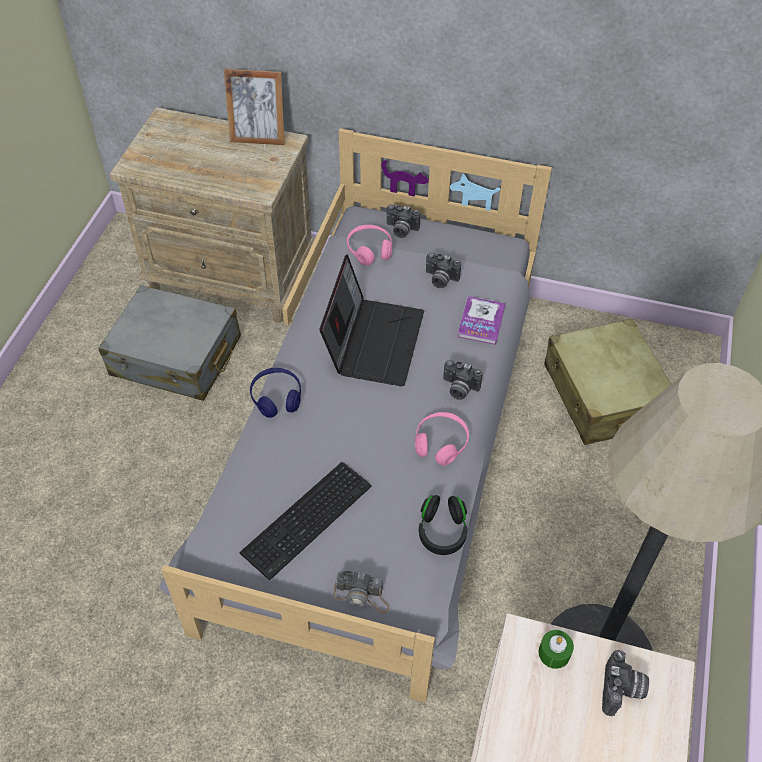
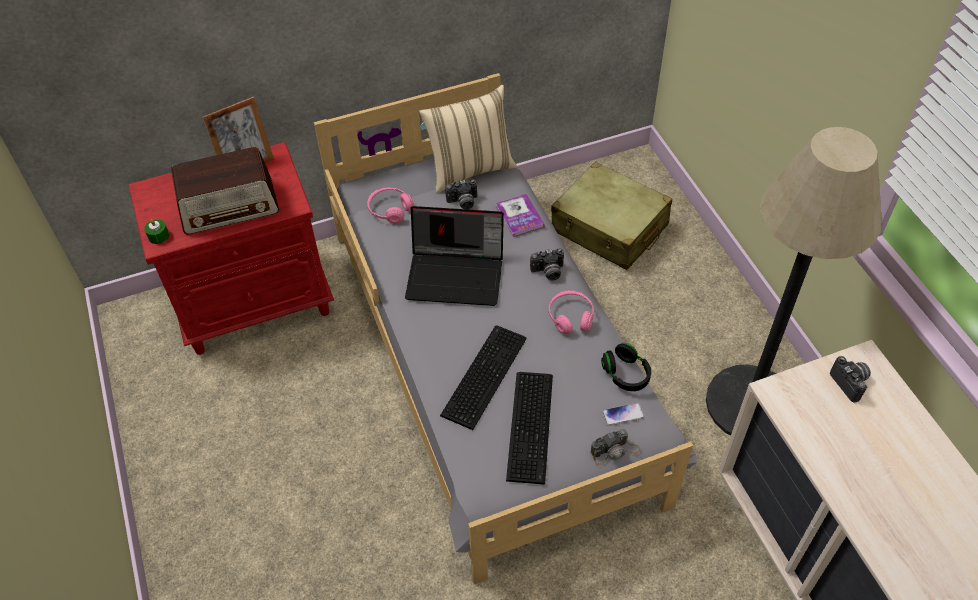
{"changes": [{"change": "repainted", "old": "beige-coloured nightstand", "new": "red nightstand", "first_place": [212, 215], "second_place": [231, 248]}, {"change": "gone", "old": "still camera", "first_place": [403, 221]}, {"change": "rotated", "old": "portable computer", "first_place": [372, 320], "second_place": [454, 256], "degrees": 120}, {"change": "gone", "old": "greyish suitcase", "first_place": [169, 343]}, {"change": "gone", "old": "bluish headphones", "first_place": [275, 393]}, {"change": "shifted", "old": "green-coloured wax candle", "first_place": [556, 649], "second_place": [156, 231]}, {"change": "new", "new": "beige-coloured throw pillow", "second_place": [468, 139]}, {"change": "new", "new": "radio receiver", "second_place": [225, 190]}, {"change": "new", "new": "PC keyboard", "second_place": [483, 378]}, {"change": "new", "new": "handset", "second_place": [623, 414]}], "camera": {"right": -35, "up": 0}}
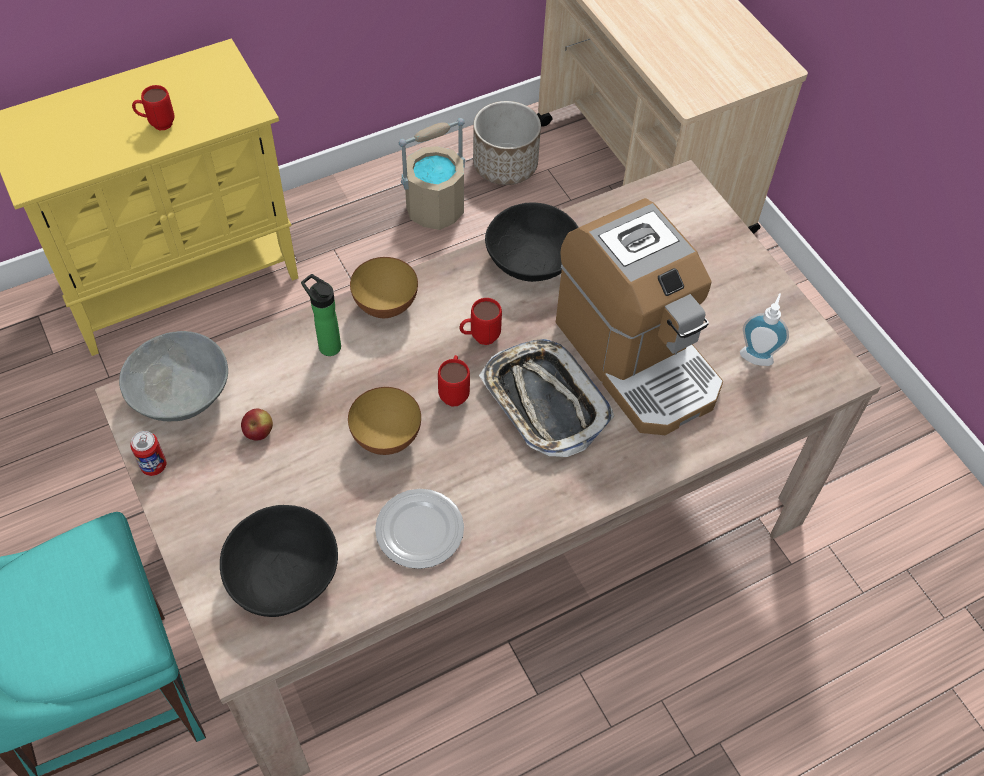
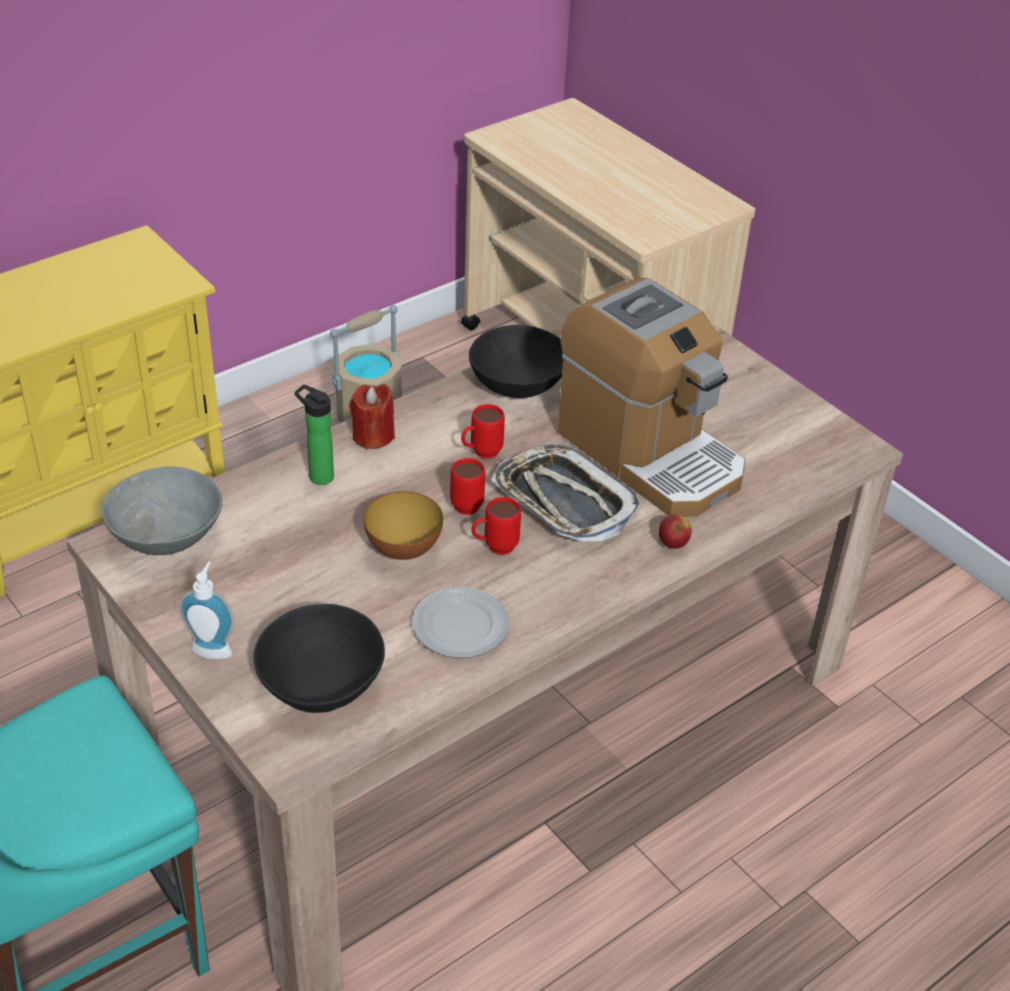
{"changes": [{"change": "shifted", "old": "red mug", "first_place": [153, 107], "second_place": [496, 526]}, {"change": "gone", "old": "planter", "first_place": [507, 143]}, {"change": "swapped", "old": "serving bowl", "new": "red wax candle", "first_place": [384, 287], "second_place": [372, 416]}, {"change": "shifted", "old": "soap bottle", "first_place": [764, 329], "second_place": [206, 610]}, {"change": "shifted", "old": "apple", "first_place": [257, 425], "second_place": [675, 531]}, {"change": "gone", "old": "sealed can", "first_place": [148, 453]}], "camera": {"right": -10, "up": -15}}
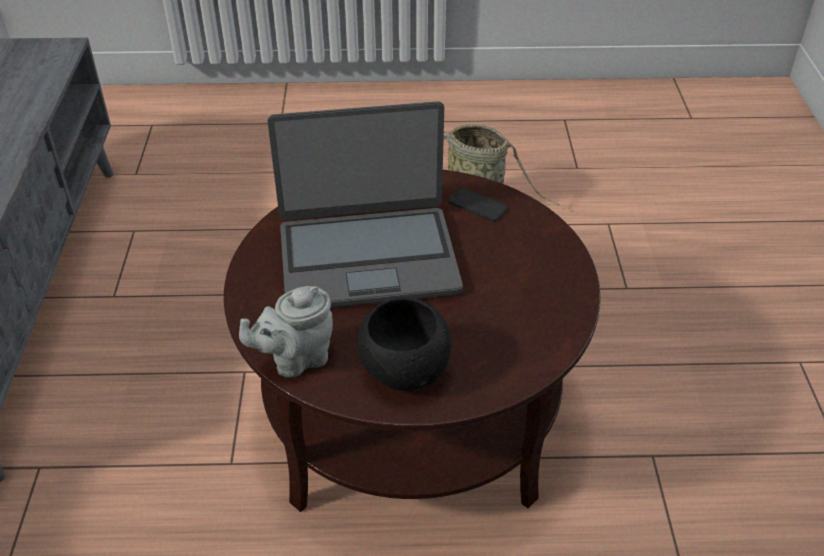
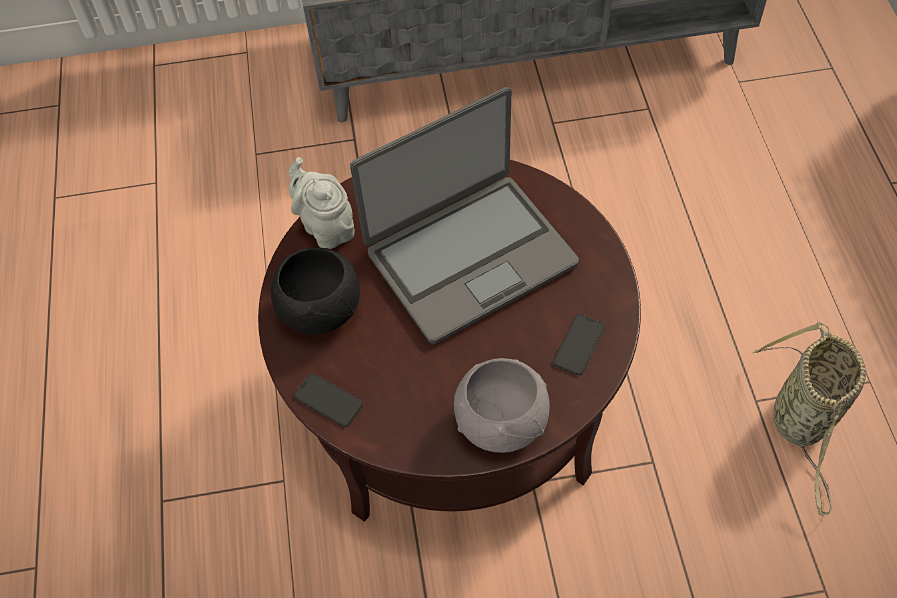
{"changes": [{"change": "rotated", "old": "portable computer", "first_place": [365, 204], "second_place": [464, 215], "degrees": -105}, {"change": "new", "new": "greyish serving bowl", "second_place": [502, 405]}, {"change": "new", "new": "handset", "second_place": [328, 400]}], "camera": {"right": 85, "up": 15}}
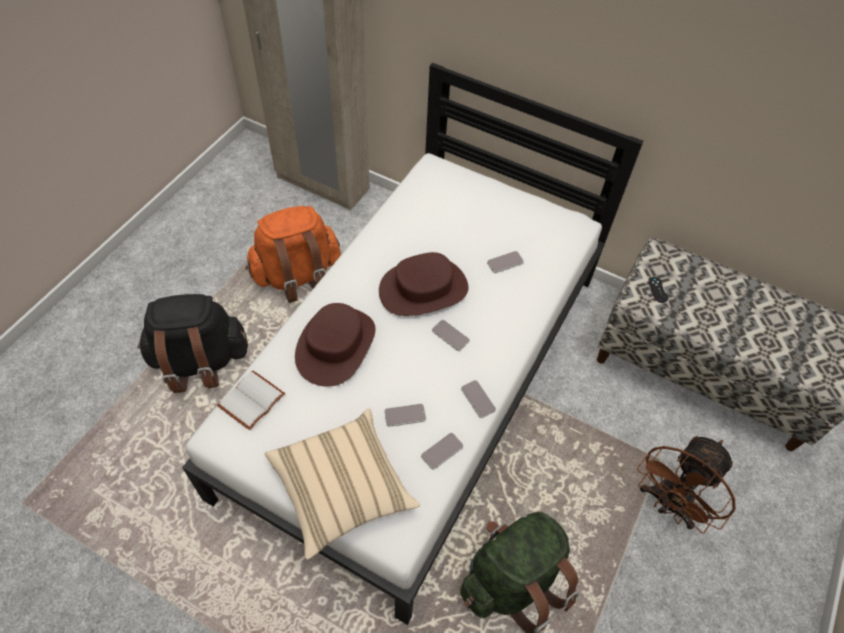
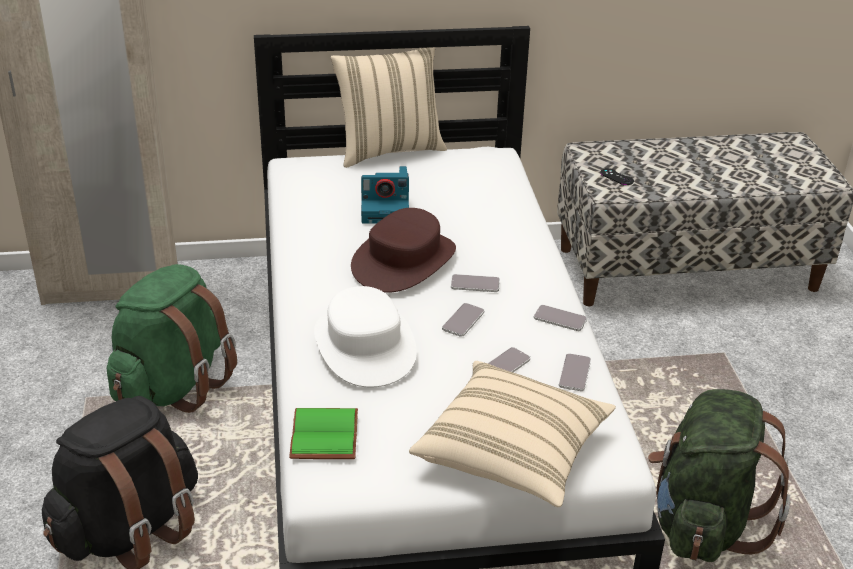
{"changes": [{"change": "repainted", "old": "orange backpack", "new": "green-coloured backpack", "first_place": [293, 254], "second_place": [172, 338]}, {"change": "shifted", "old": "handset", "first_place": [505, 262], "second_place": [463, 320]}, {"change": "repainted", "old": "brown-coloured wearable hat", "new": "white wearable hat", "first_place": [335, 345], "second_place": [365, 336]}, {"change": "repainted", "old": "white book", "new": "green-coloured book", "first_place": [251, 400], "second_place": [323, 433]}, {"change": "gone", "old": "brown-coloured electric fan", "first_place": [686, 484]}, {"change": "new", "new": "beige-coloured throw pillow", "second_place": [388, 107]}, {"change": "new", "new": "still camera", "second_place": [385, 194]}], "camera": {"right": -35, "up": -20}}
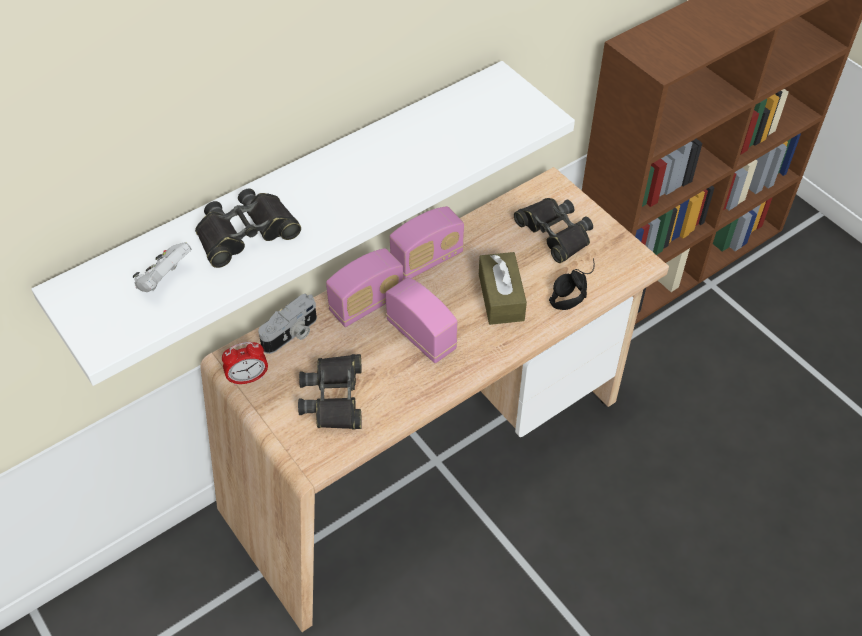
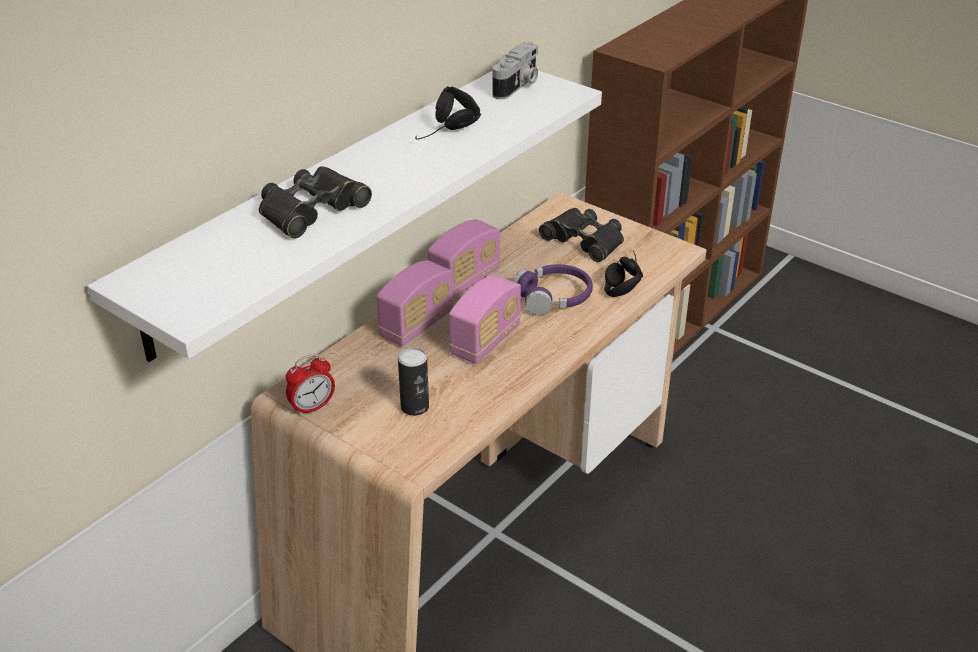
{"changes": [{"change": "gone", "old": "white joypad", "first_place": [162, 267]}, {"change": "swapped", "old": "brown-coloured tissue box", "new": "purple headphones", "first_place": [503, 288], "second_place": [553, 289]}, {"change": "rotated", "old": "radio receiver", "first_place": [422, 320], "second_place": [485, 319], "degrees": 90}, {"change": "shifted", "old": "still camera", "first_place": [287, 324], "second_place": [515, 70]}, {"change": "swapped", "old": "blackish binoculars", "new": "sealed can", "first_place": [330, 391], "second_place": [413, 382]}, {"change": "new", "new": "blackish headphones", "second_place": [448, 113]}], "camera": {"right": -15, "up": -15}}
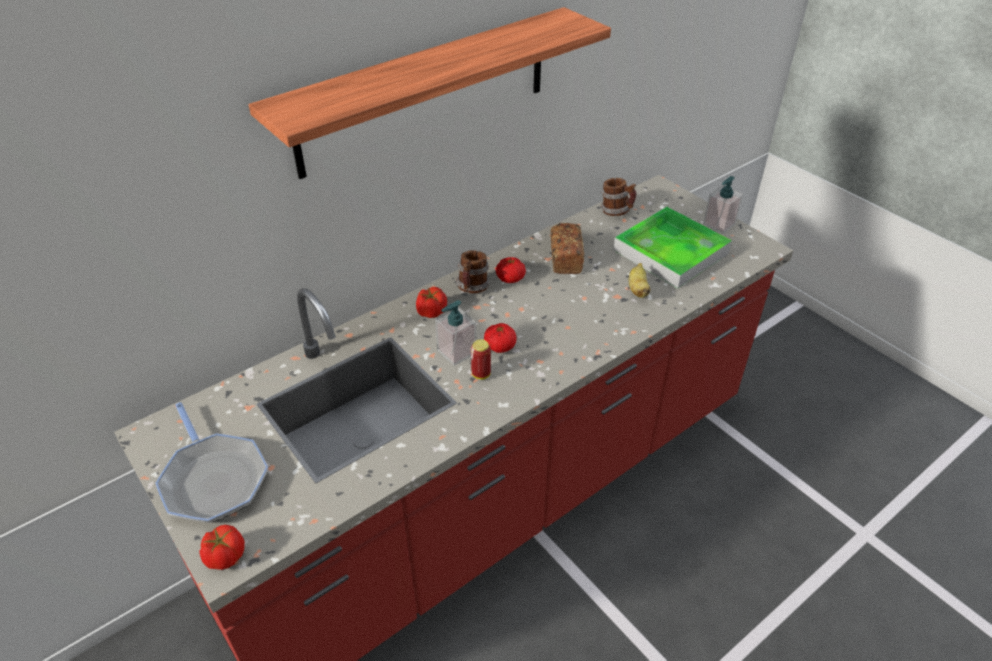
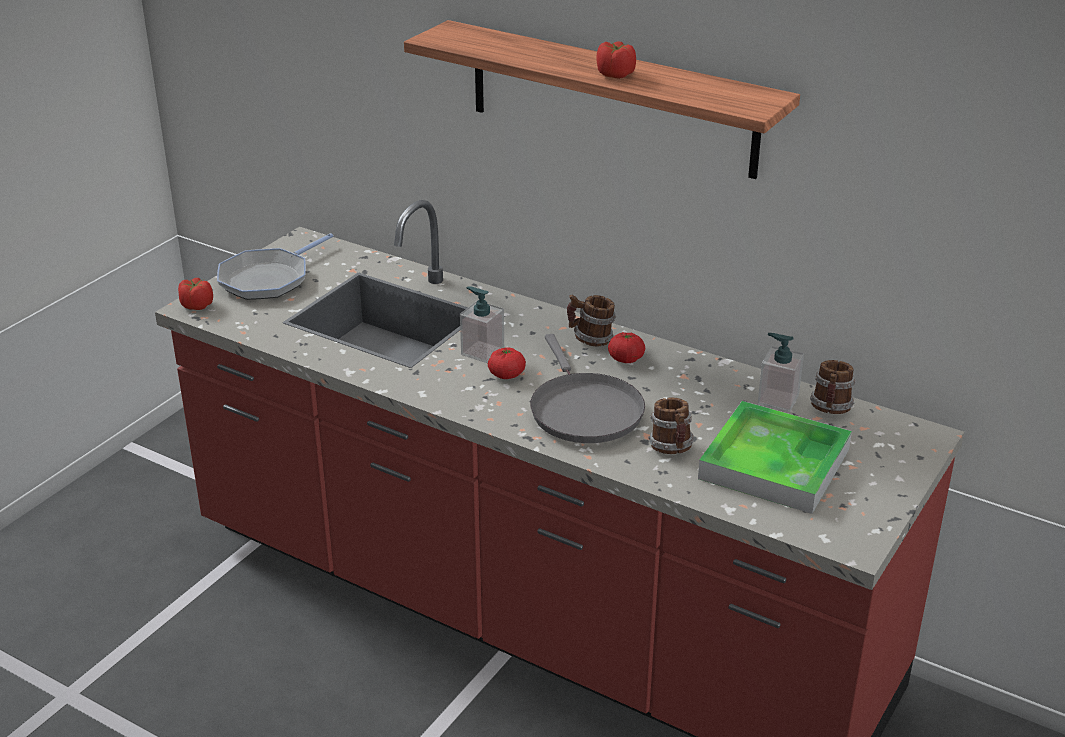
{"changes": [{"change": "shifted", "old": "soap bottle", "first_place": [723, 205], "second_place": [781, 372]}, {"change": "gone", "old": "bakery bread", "first_place": [568, 248]}, {"change": "swapped", "old": "banana", "new": "mug", "first_place": [639, 280], "second_place": [671, 425]}, {"change": "shifted", "old": "fresh tomato", "first_place": [431, 302], "second_place": [616, 60]}, {"change": "gone", "old": "sealed can", "first_place": [481, 359]}, {"change": "new", "new": "greyish frying pan", "second_place": [587, 388]}], "camera": {"right": 70, "up": -10}}
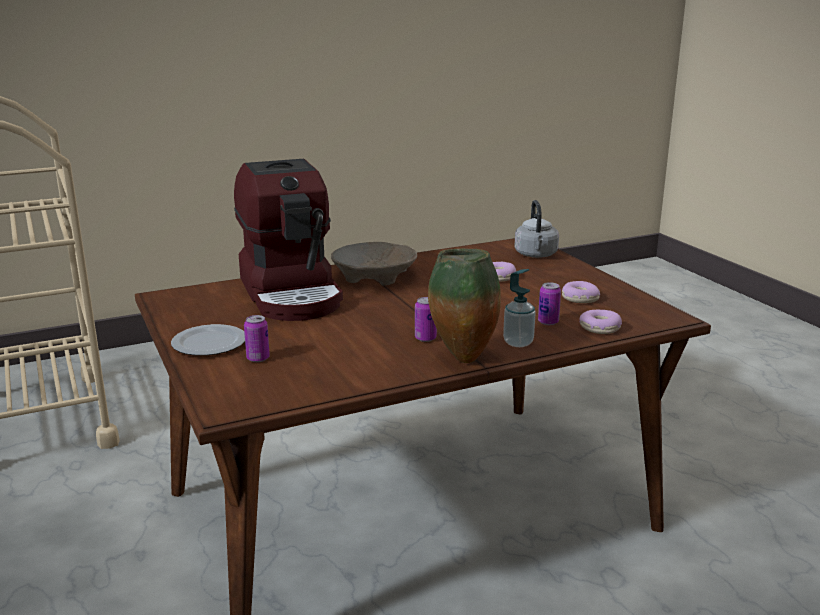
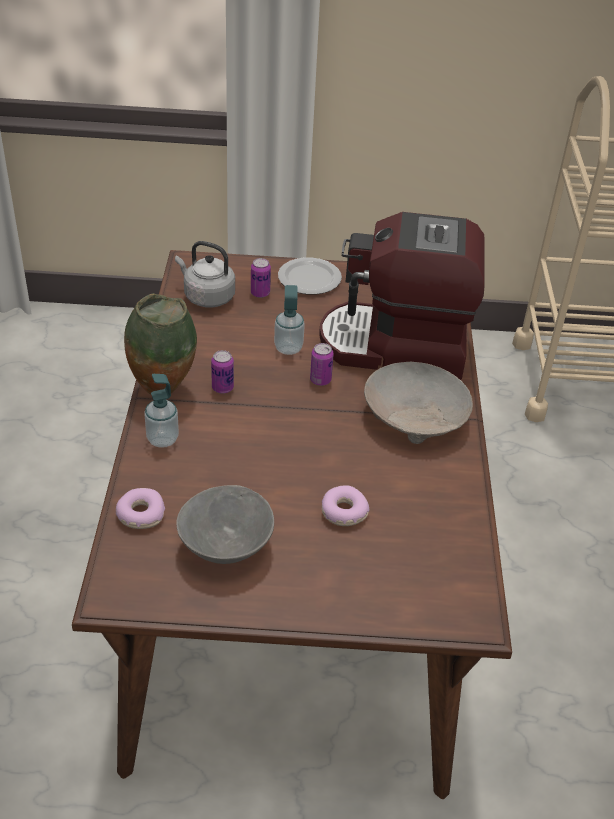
{"changes": [{"change": "shifted", "old": "greyish water kettle", "first_place": [537, 229], "second_place": [205, 274]}, {"change": "swapped", "old": "doughnut", "new": "greyish serving bowl", "first_place": [581, 292], "second_place": [225, 524]}, {"change": "shifted", "old": "sealed can", "first_place": [549, 303], "second_place": [322, 364]}, {"change": "new", "new": "soap bottle", "second_place": [289, 320]}], "camera": {"right": 115, "up": 20}}
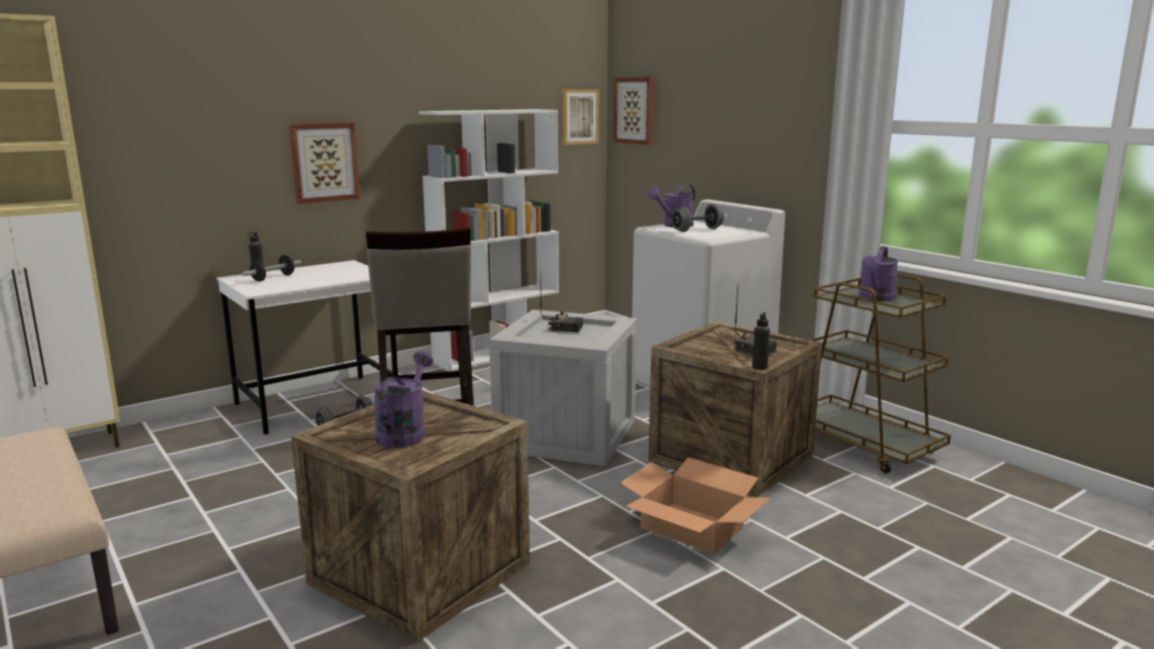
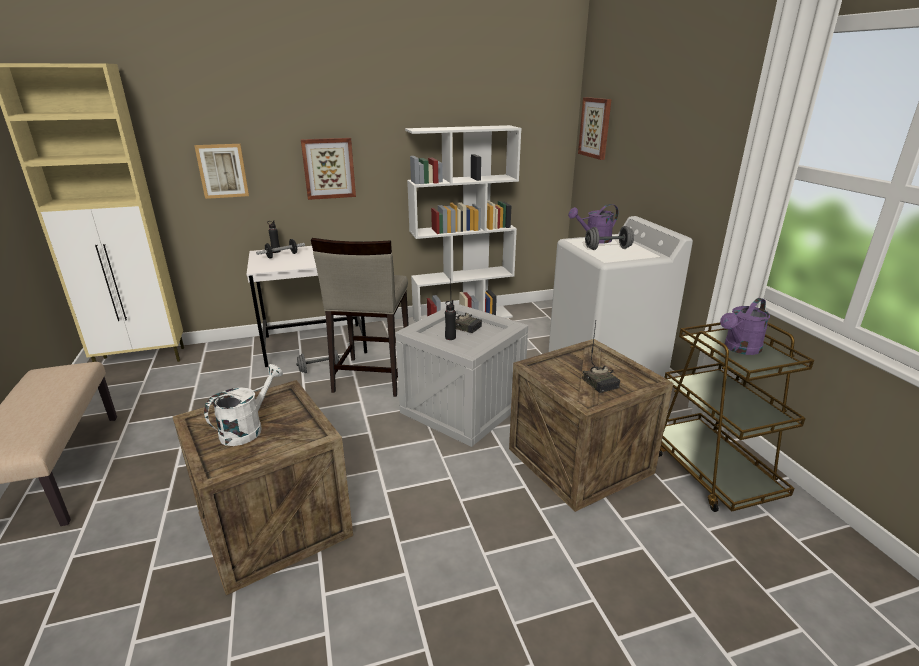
{"changes": [{"change": "shifted", "old": "wall picture", "first_place": [580, 117], "second_place": [222, 171]}, {"change": "shifted", "old": "blackish bottle", "first_place": [761, 341], "second_place": [450, 320]}, {"change": "repainted", "old": "purple watering can", "new": "white watering can", "first_place": [403, 399], "second_place": [243, 405]}, {"change": "gone", "old": "carton", "first_place": [695, 505]}], "camera": {"right": 20, "up": 10}}
